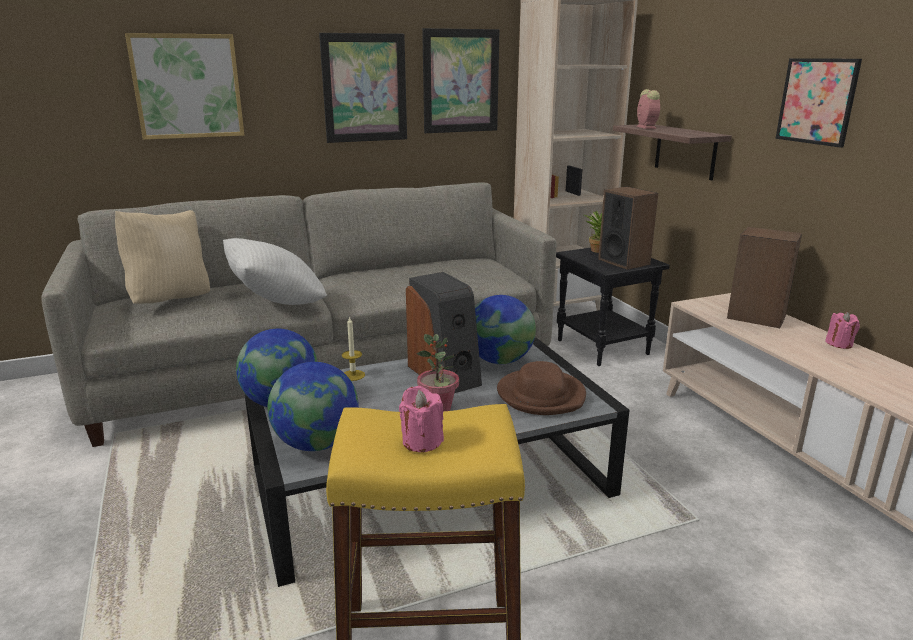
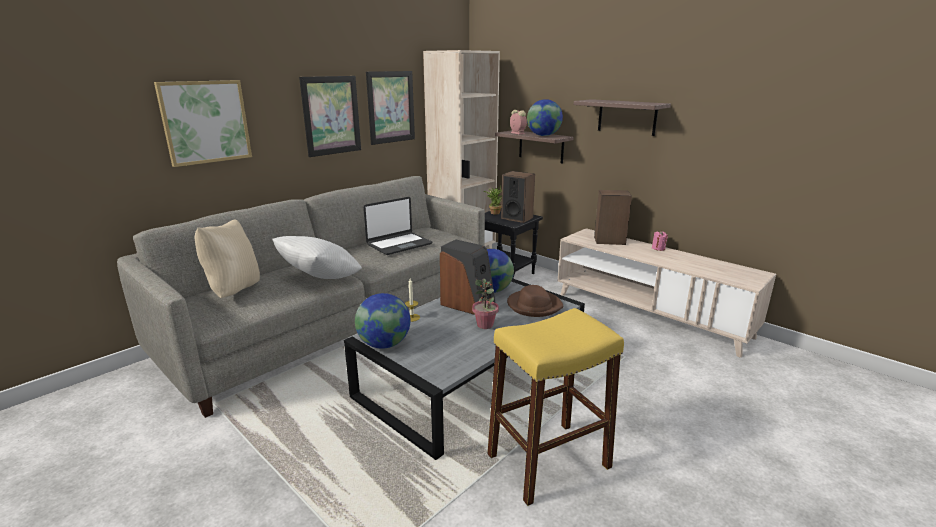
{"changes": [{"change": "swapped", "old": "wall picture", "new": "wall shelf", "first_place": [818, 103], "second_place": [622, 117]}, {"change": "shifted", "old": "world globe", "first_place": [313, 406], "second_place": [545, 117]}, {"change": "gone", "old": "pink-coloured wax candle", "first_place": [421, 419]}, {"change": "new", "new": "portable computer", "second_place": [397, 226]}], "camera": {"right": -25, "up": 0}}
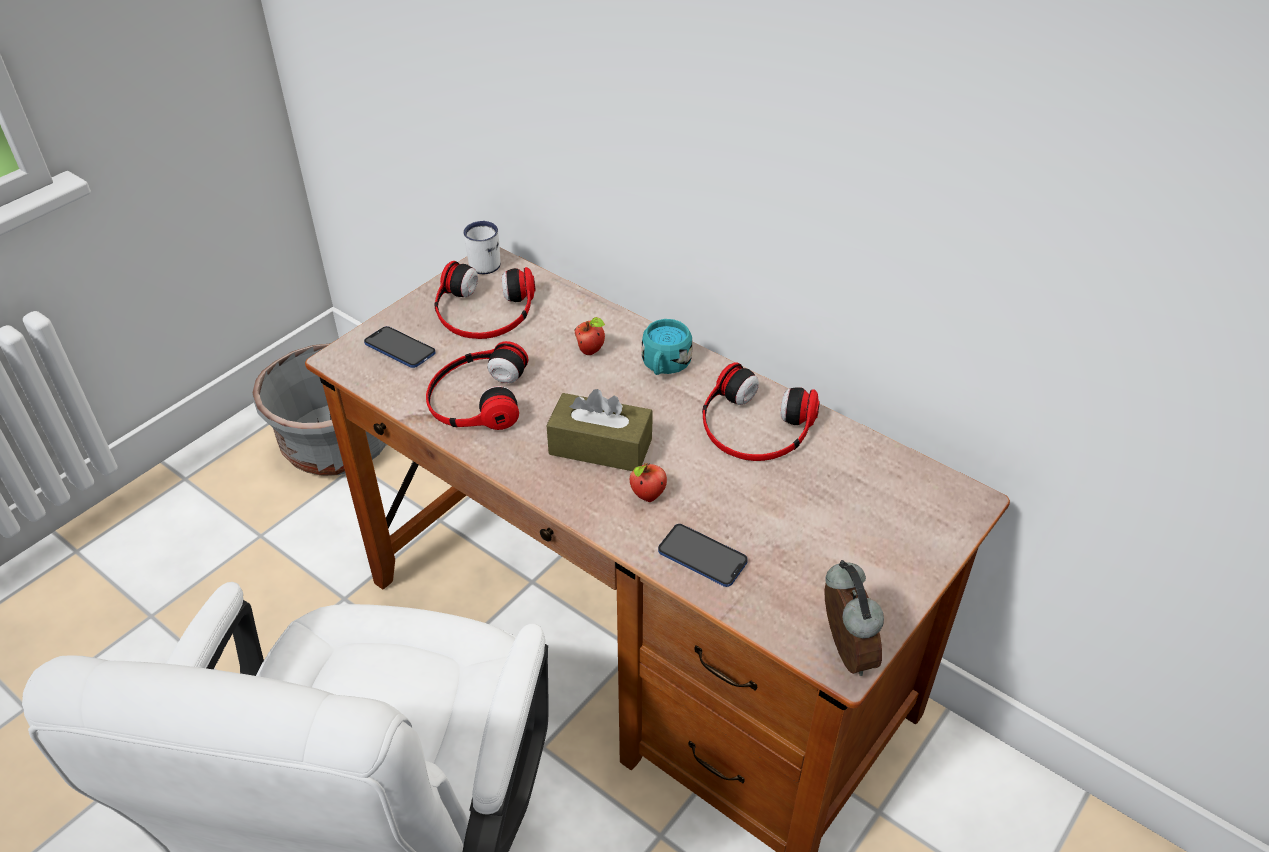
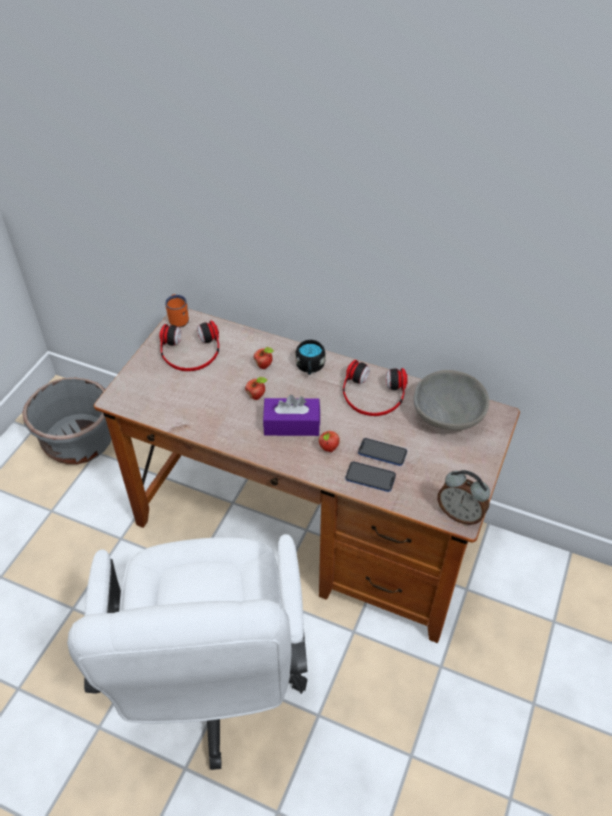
{"changes": [{"change": "repainted", "old": "white mug", "new": "orange mug", "first_place": [482, 247], "second_place": [177, 311]}, {"change": "repainted", "old": "blue-green mug", "new": "blackish mug", "first_place": [667, 347], "second_place": [310, 357]}, {"change": "shifted", "old": "handset", "first_place": [399, 347], "second_place": [382, 452]}, {"change": "gone", "old": "headphones", "first_place": [477, 385]}, {"change": "repainted", "old": "brown-coloured tissue box", "new": "purple tissue box", "first_place": [599, 430], "second_place": [291, 415]}, {"change": "rotated", "old": "bedside clock", "first_place": [854, 618], "second_place": [463, 497], "degrees": 150}, {"change": "new", "new": "greyish serving bowl", "second_place": [451, 400]}, {"change": "new", "new": "apple", "second_place": [256, 388]}], "camera": {"right": -15, "up": 5}}
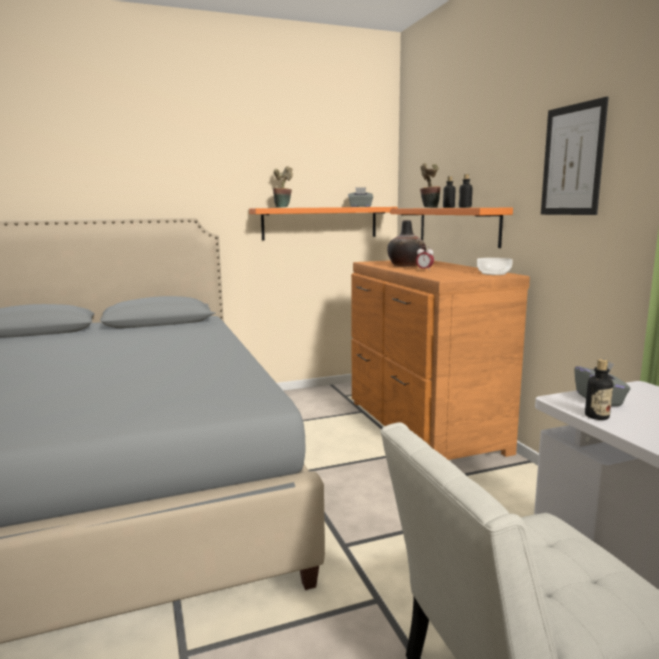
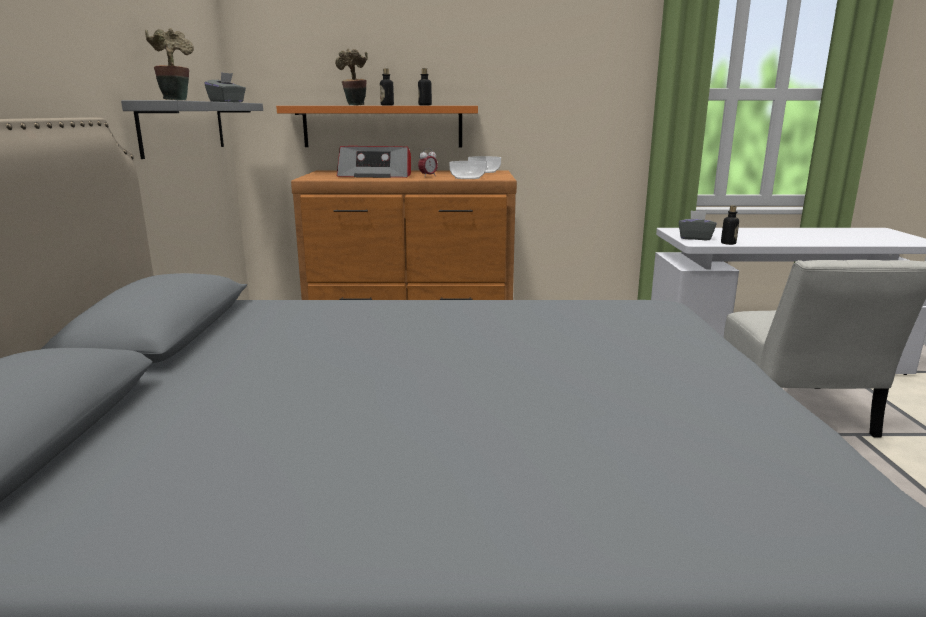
{"changes": [{"change": "gone", "old": "wall picture", "first_place": [575, 156]}, {"change": "repainted", "old": "orange wall shelf", "new": "greyish wall shelf", "first_place": [323, 223], "second_place": [192, 129]}, {"change": "swapped", "old": "vase", "new": "radio receiver", "first_place": [406, 243], "second_place": [374, 162]}, {"change": "new", "new": "serving bowl", "second_place": [468, 170]}], "camera": {"right": -70, "up": 5}}
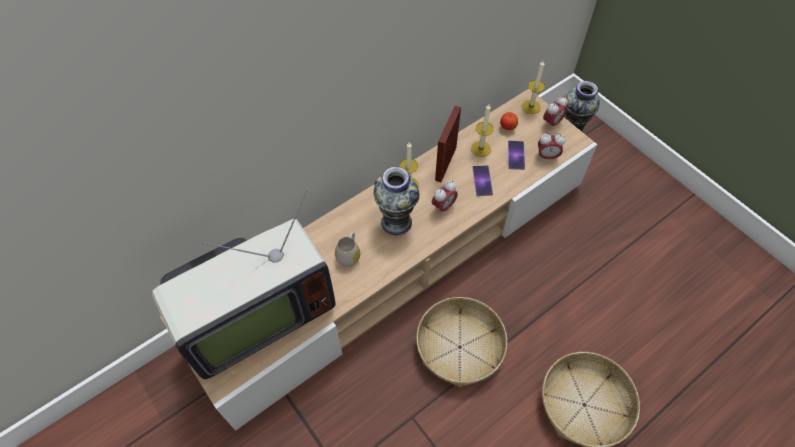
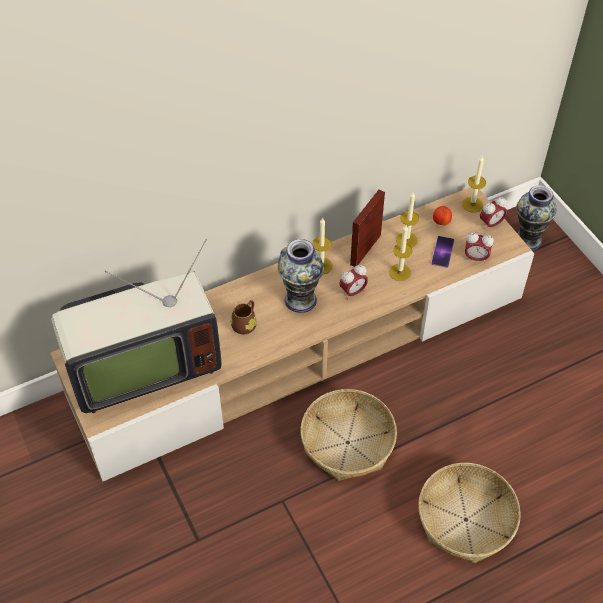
{"changes": [{"change": "swapped", "old": "handset", "new": "wax candle", "first_place": [482, 180], "second_place": [401, 253]}, {"change": "repainted", "old": "white mug", "new": "brown-coloured mug", "first_place": [347, 249], "second_place": [244, 317]}], "camera": {"right": 10, "up": -5}}
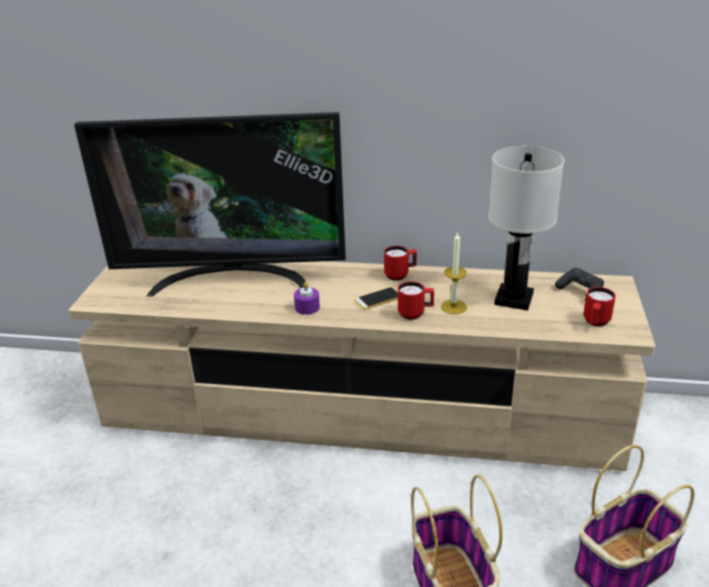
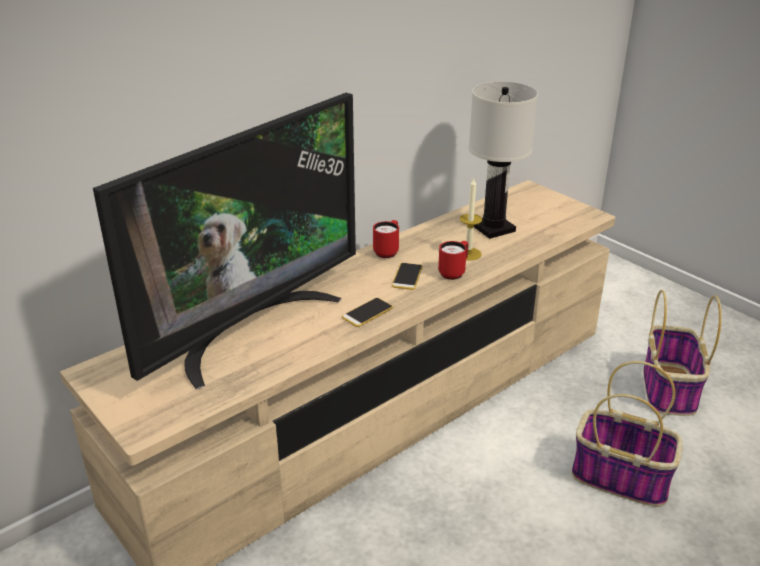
{"changes": [{"change": "gone", "old": "blackish joypad", "first_place": [579, 284]}, {"change": "swapped", "old": "purple wax candle", "new": "handset", "first_place": [307, 298], "second_place": [367, 312]}, {"change": "gone", "old": "red mug", "first_place": [599, 306]}], "camera": {"right": -50, "up": 0}}
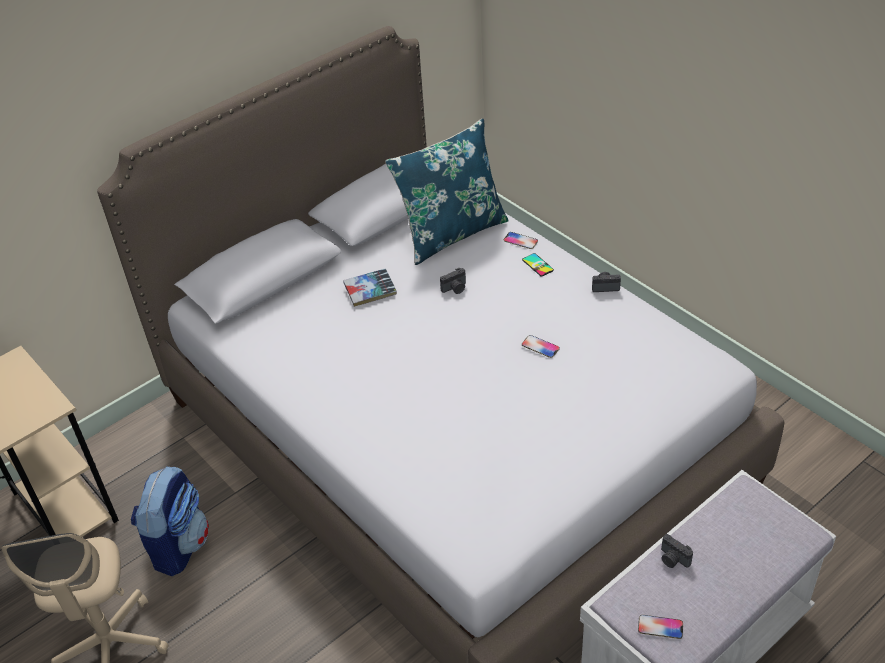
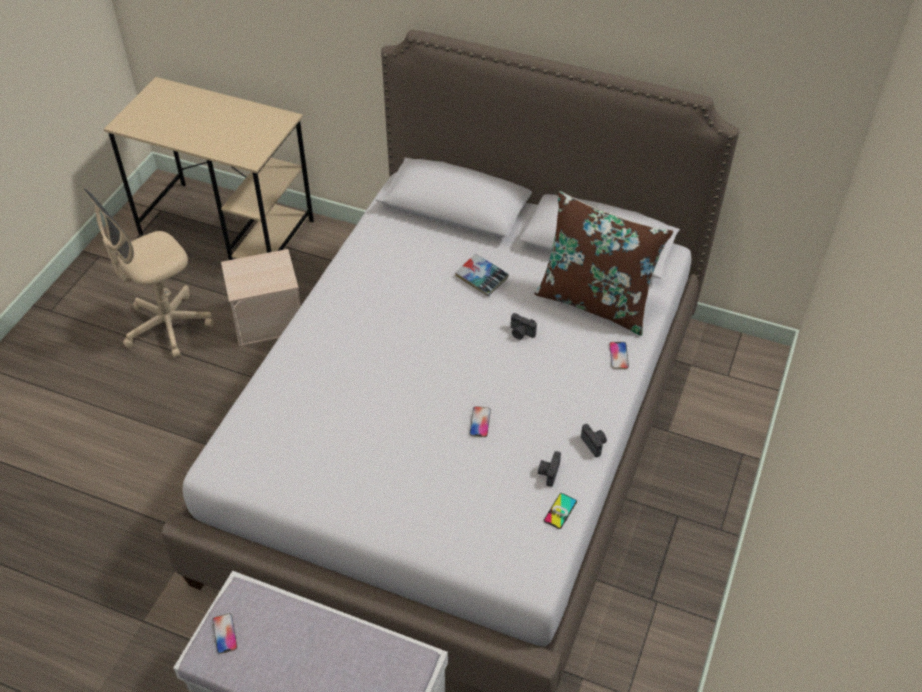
{"changes": [{"change": "repainted", "old": "bluish throw pillow", "new": "brown-coloured throw pillow", "first_place": [447, 192], "second_place": [603, 263]}, {"change": "shifted", "old": "handset", "first_place": [538, 265], "second_place": [560, 511]}, {"change": "swapped", "old": "backpack", "new": "beige-coloured storage bin", "first_place": [170, 521], "second_place": [261, 298]}, {"change": "shifted", "old": "still camera", "first_place": [677, 551], "second_place": [549, 469]}], "camera": {"right": 60, "up": 5}}
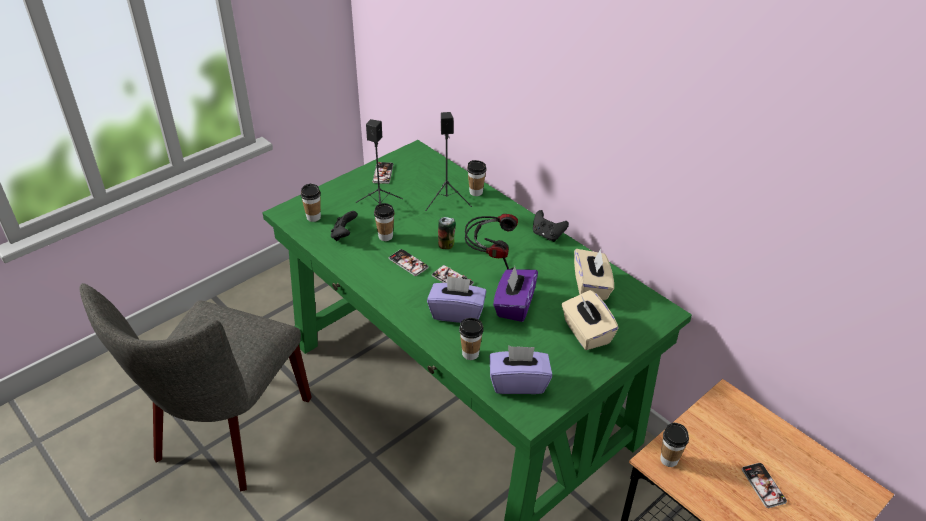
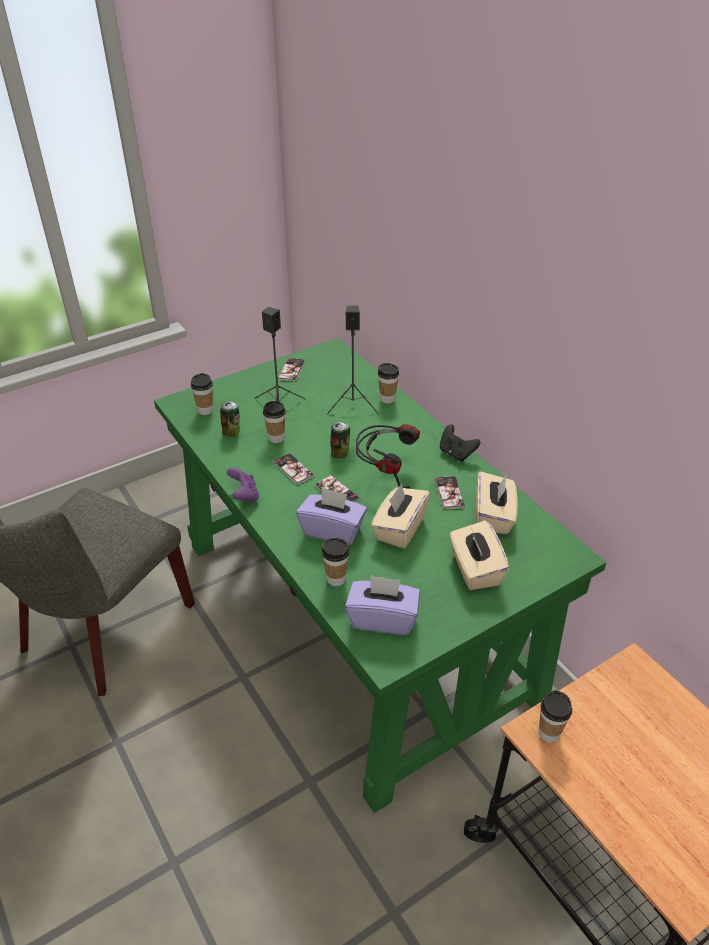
{"changes": [{"change": "swapped", "old": "blackish joypad", "new": "sealed can", "first_place": [344, 226], "second_place": [230, 419]}, {"change": "repainted", "old": "purple tissue box", "new": "beige-coloured tissue box", "first_place": [515, 294], "second_place": [400, 516]}, {"change": "shifted", "old": "handset", "first_place": [764, 485], "second_place": [449, 492]}, {"change": "new", "new": "purple joypad", "second_place": [243, 485]}], "camera": {"right": 10, "up": 0}}
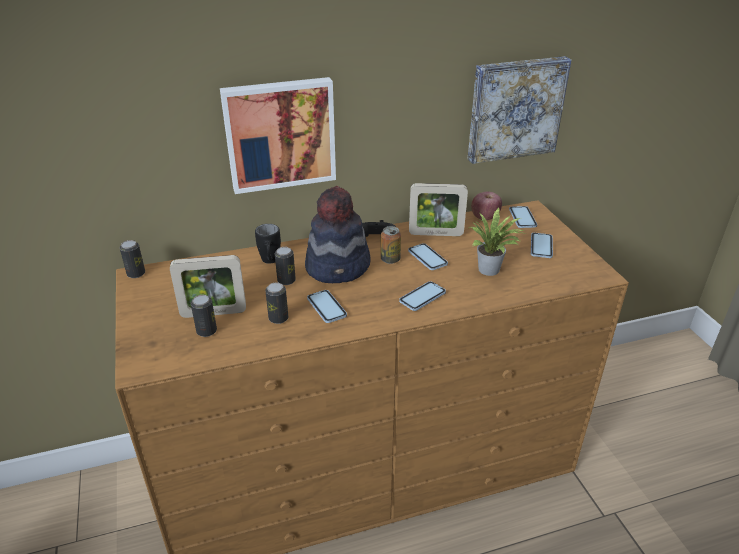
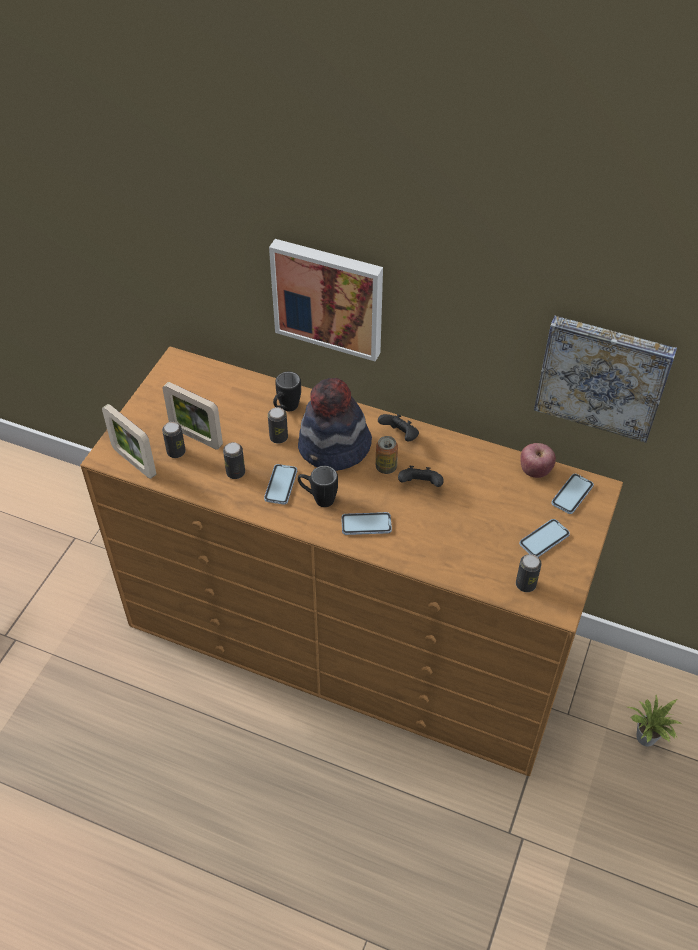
{"changes": [{"change": "shifted", "old": "picture frame", "first_place": [438, 209], "second_place": [129, 441]}, {"change": "shifted", "old": "houseplant", "first_place": [497, 241], "second_place": [655, 720]}, {"change": "shifted", "old": "sealed can", "first_place": [132, 259], "second_place": [529, 573]}, {"change": "swapped", "old": "handset", "new": "blackish joypad", "first_place": [428, 256], "second_place": [421, 476]}, {"change": "new", "new": "blackish mug", "second_place": [318, 486]}], "camera": {"right": 40, "up": 15}}
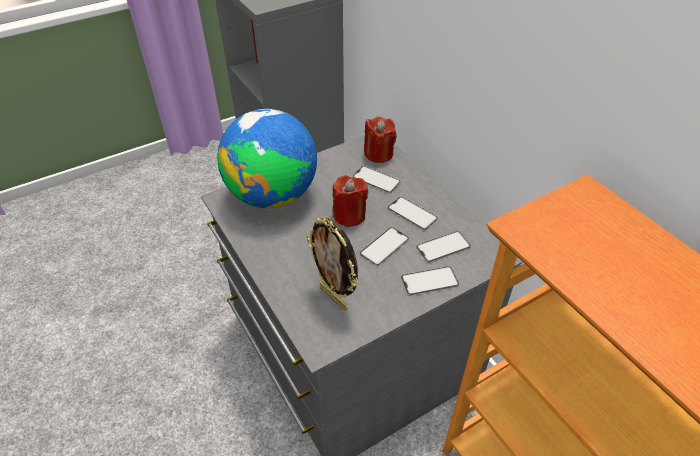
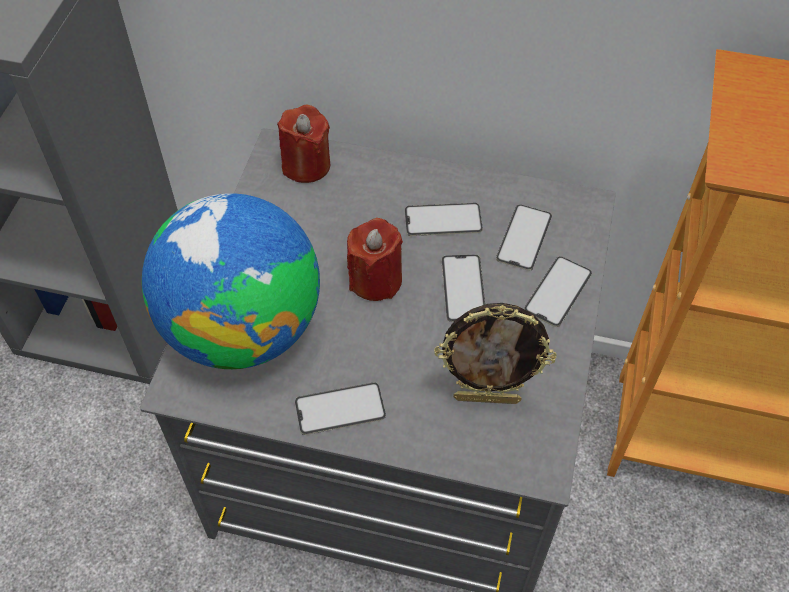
{"changes": [{"change": "shifted", "old": "handset", "first_place": [376, 179], "second_place": [340, 408]}], "camera": {"right": -45, "up": 10}}
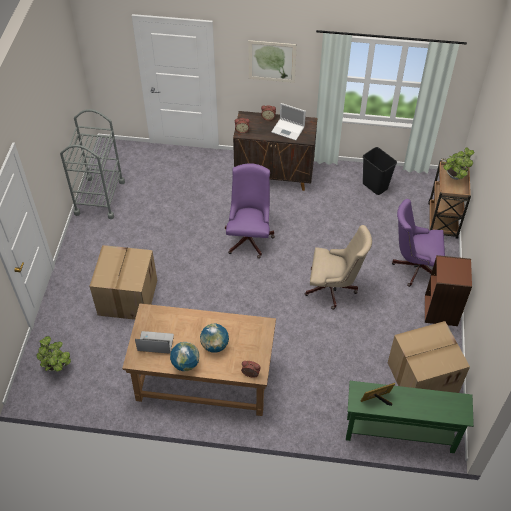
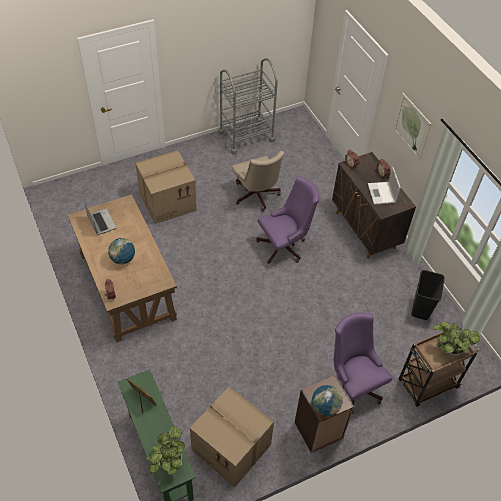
{"changes": [{"change": "shifted", "old": "beige-coloured computer chair", "first_place": [338, 267], "second_place": [258, 181]}, {"change": "shifted", "old": "houseplant", "first_place": [53, 353], "second_place": [165, 450]}, {"change": "shifted", "old": "world globe", "first_place": [185, 356], "second_place": [327, 400]}], "camera": {"right": 55, "up": 0}}
